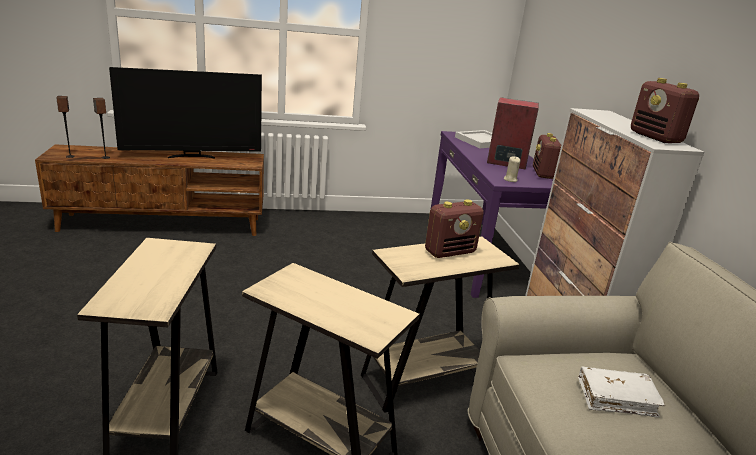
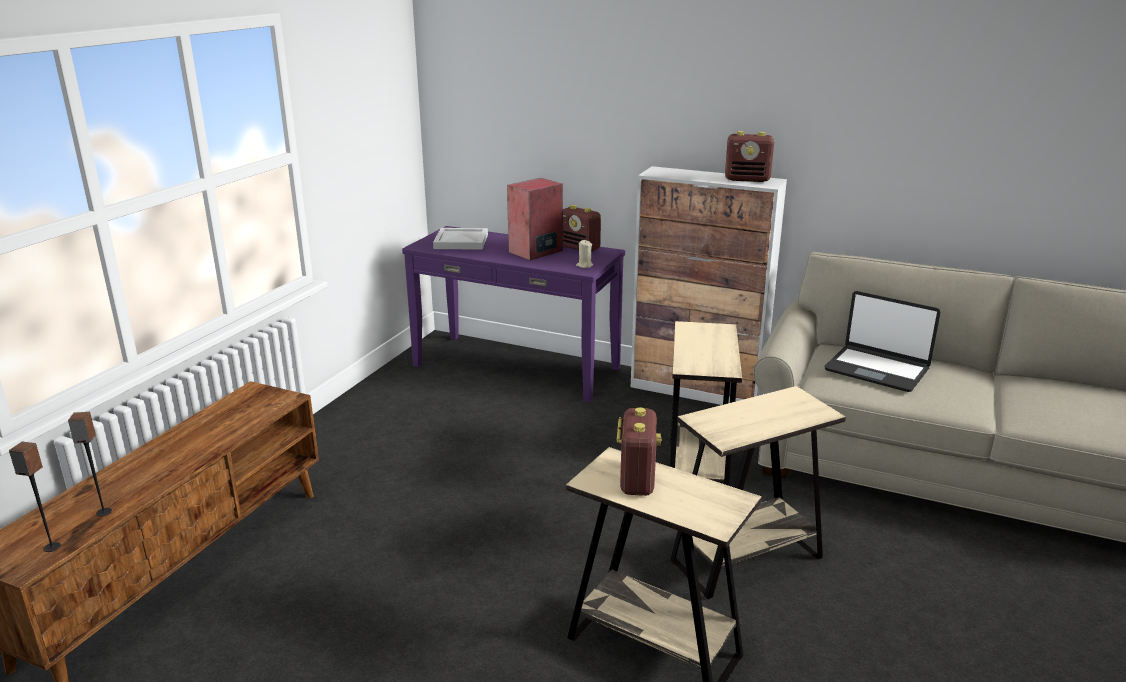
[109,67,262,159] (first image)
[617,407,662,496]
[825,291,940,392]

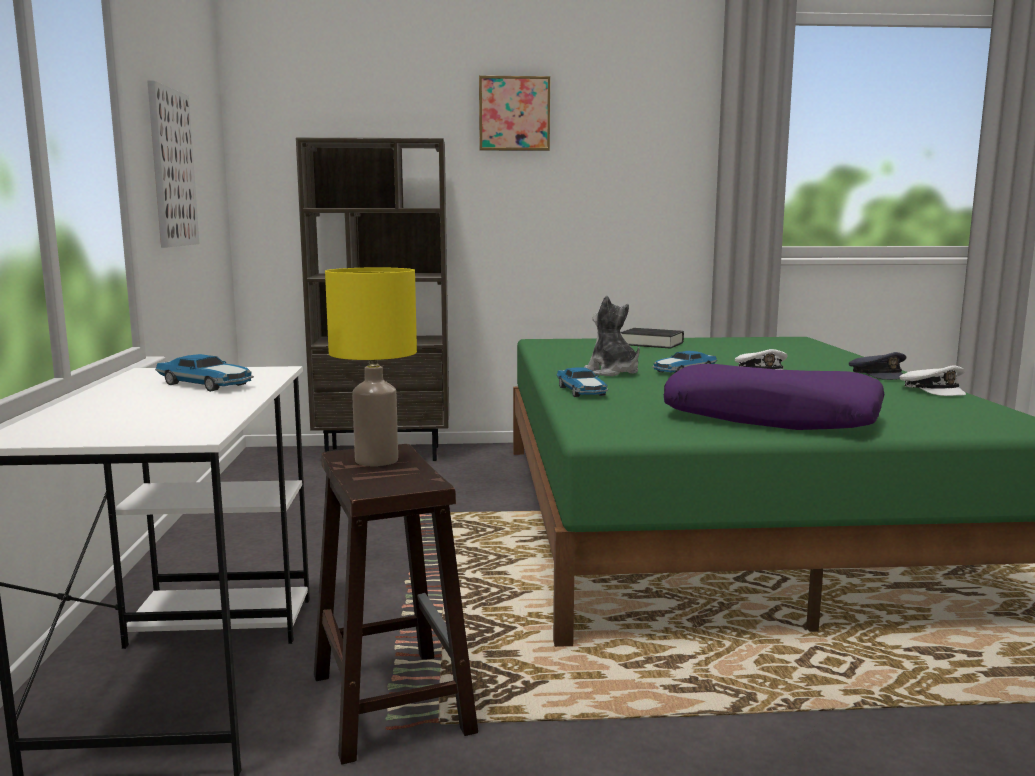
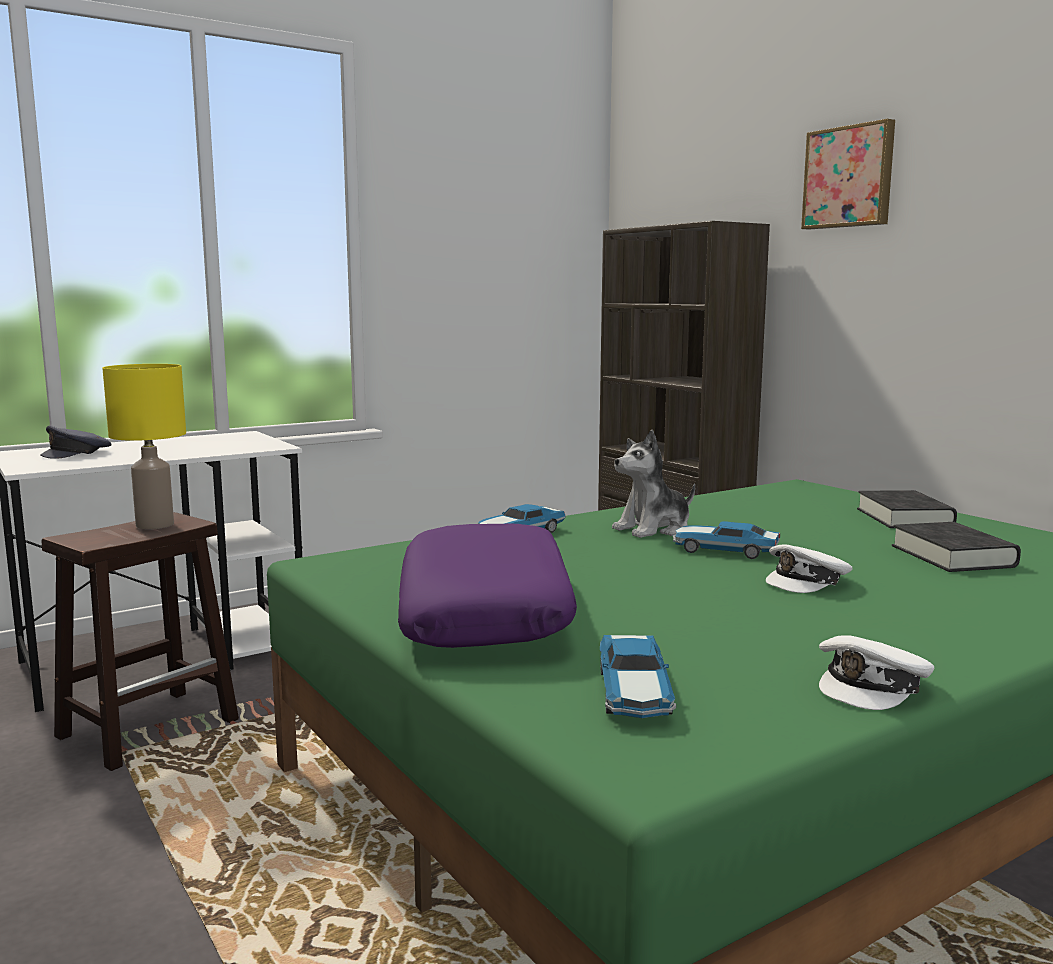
[147,80,199,247] (first image)
[600,635,676,718]
[612,430,695,538]
[40,425,112,459]
[892,522,1021,572]

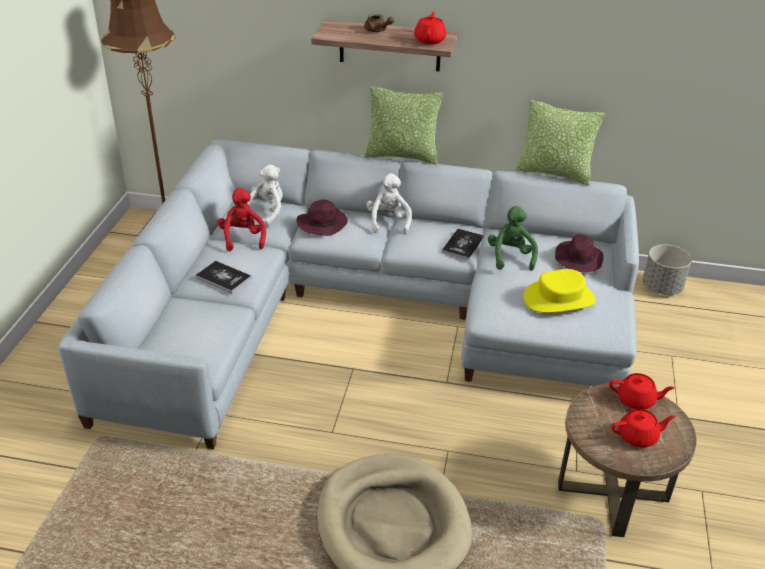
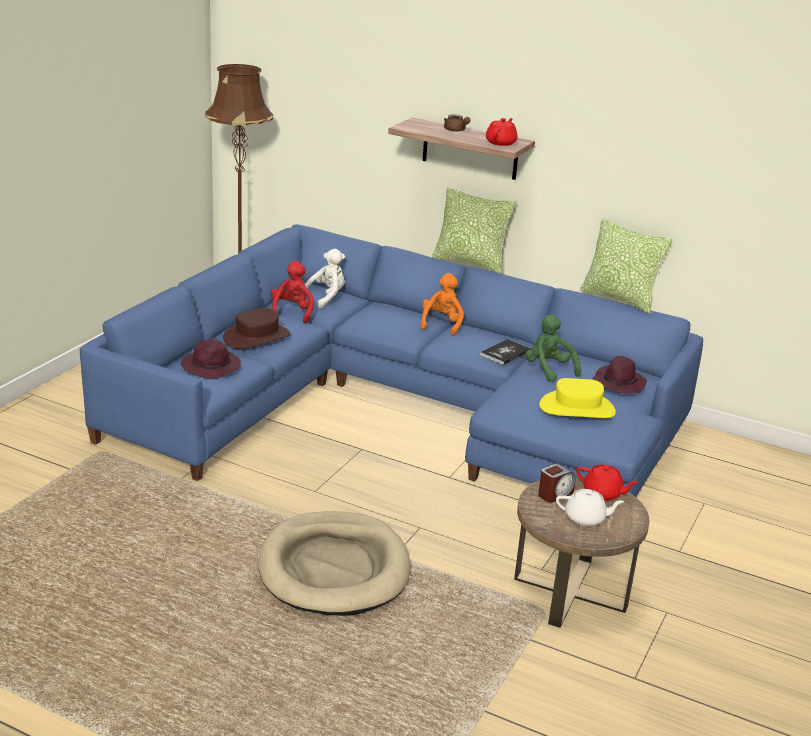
[80,224,703,497]
[223,308,291,349]
[181,339,241,379]
[420,273,464,336]
[525,315,581,382]
[556,489,624,526]
[643,245,692,295] (first image)
[538,464,576,503]

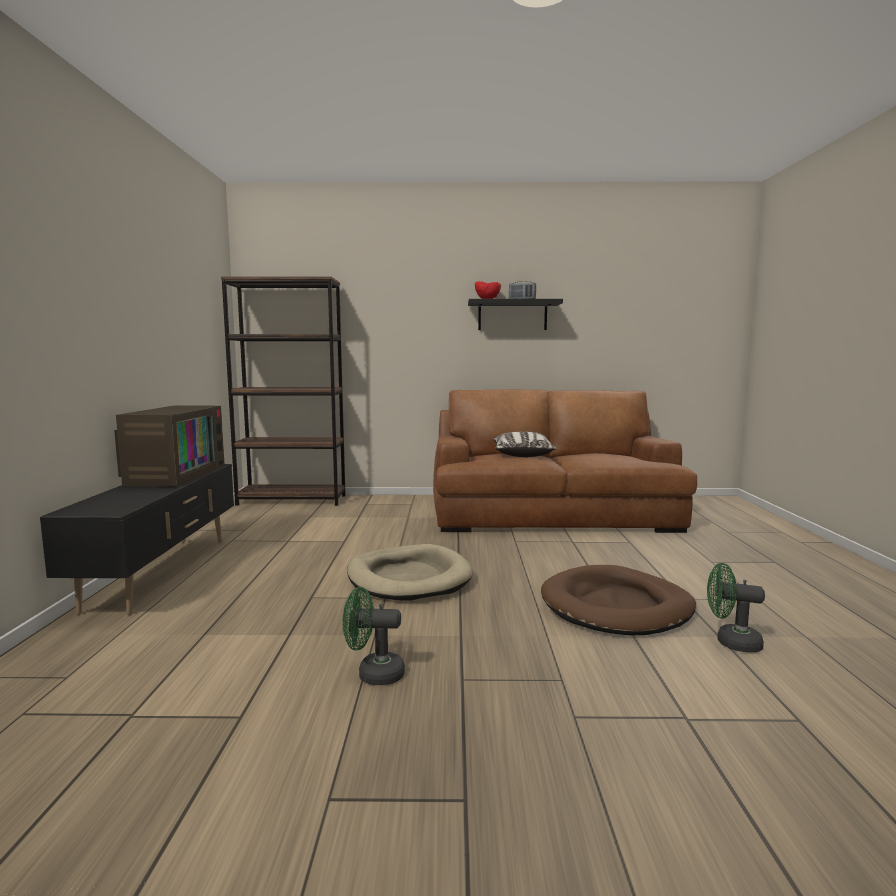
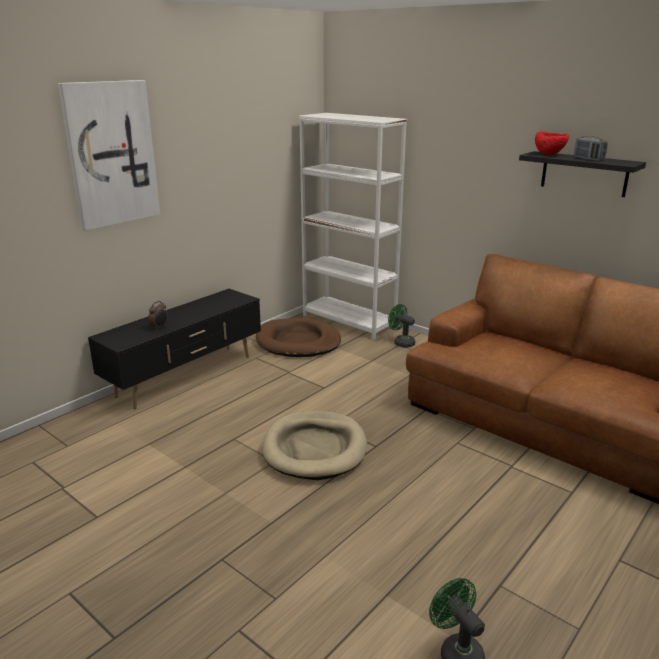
[114,405,225,487] (first image)
[299,113,407,340]
[388,304,415,348]
[493,431,557,457] (first image)
[256,318,341,357]
[58,80,160,231]
[148,301,168,330]

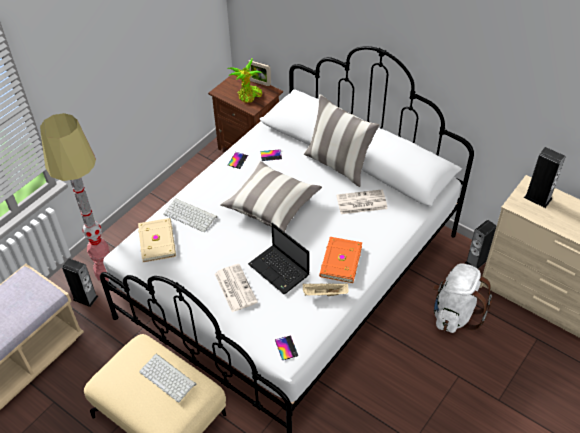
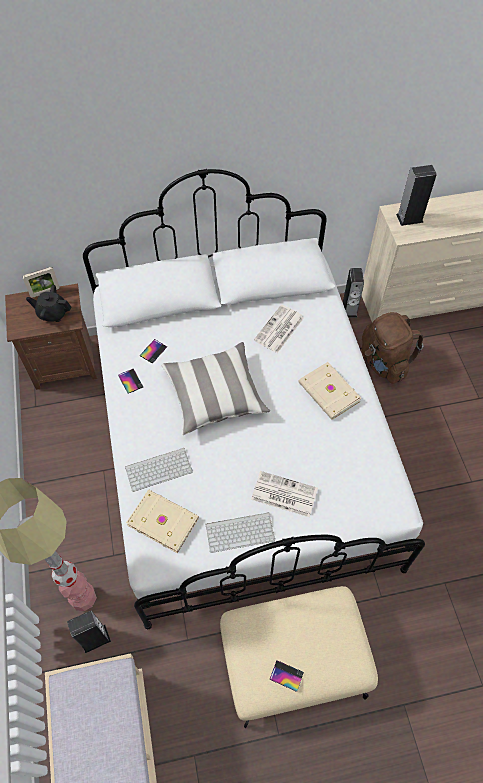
[206,512,275,553]
[26,285,71,322]
[248,223,309,294] (first image)
[269,660,304,692]
[303,283,349,296] (first image)
[304,94,379,187] (first image)
[298,362,361,420]
[362,312,423,384]

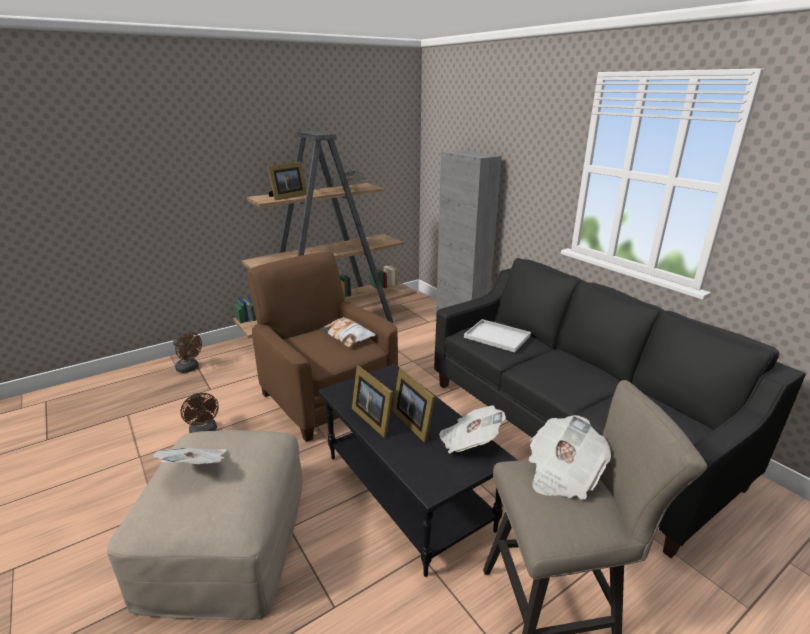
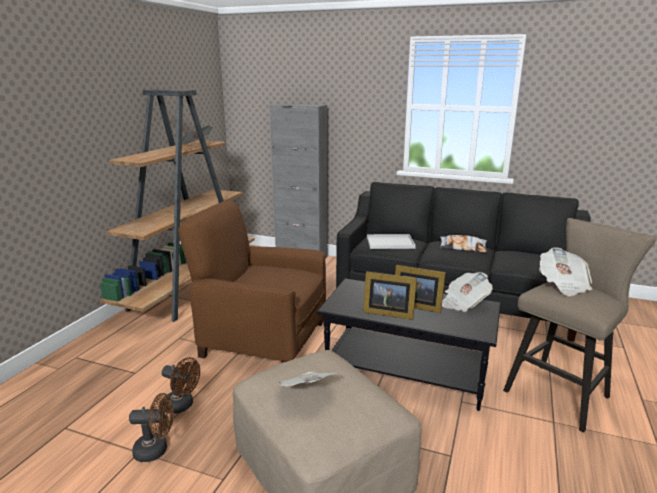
[129,393,174,462]
[267,162,307,200] (first image)
[440,235,487,252]

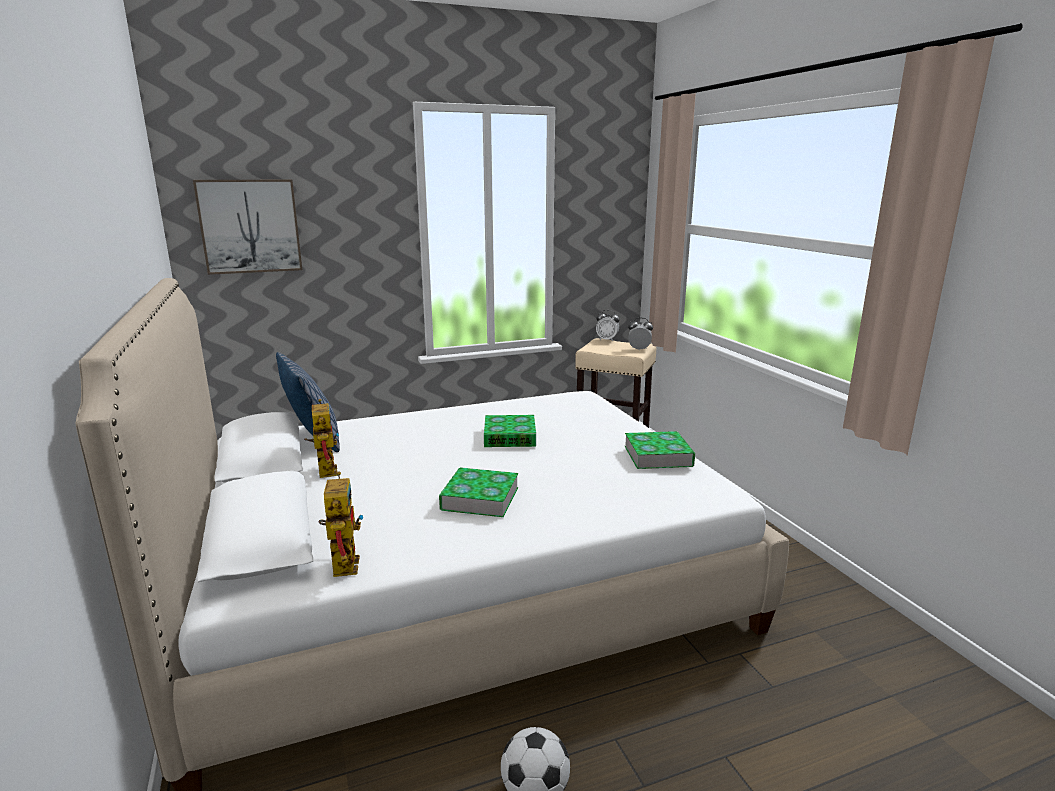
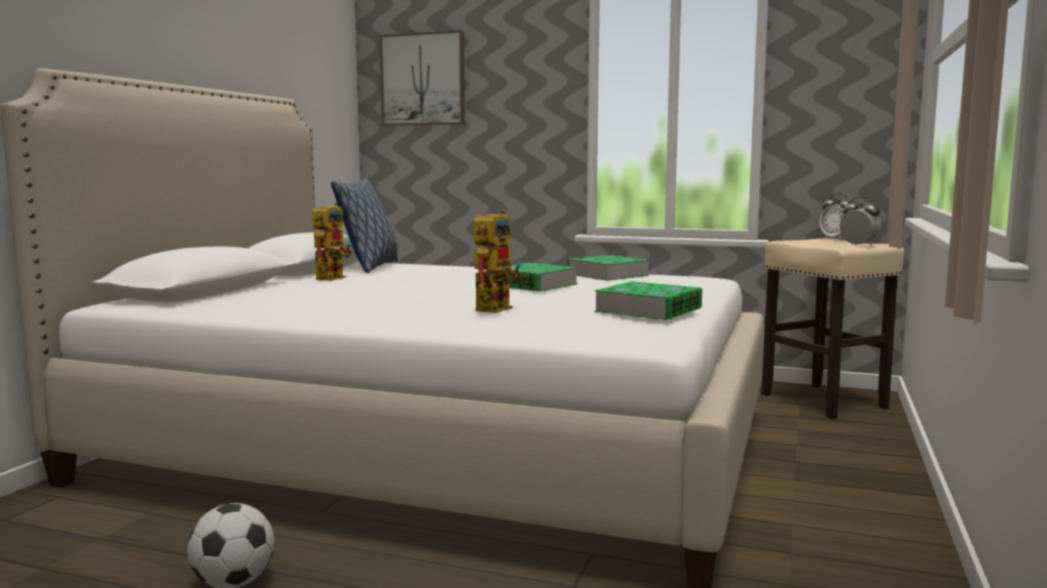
[474,209,522,313]
[567,255,650,281]

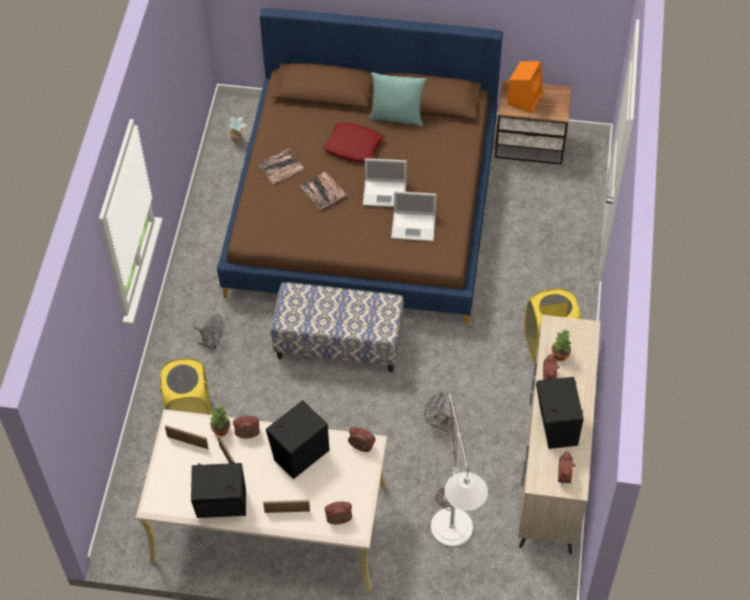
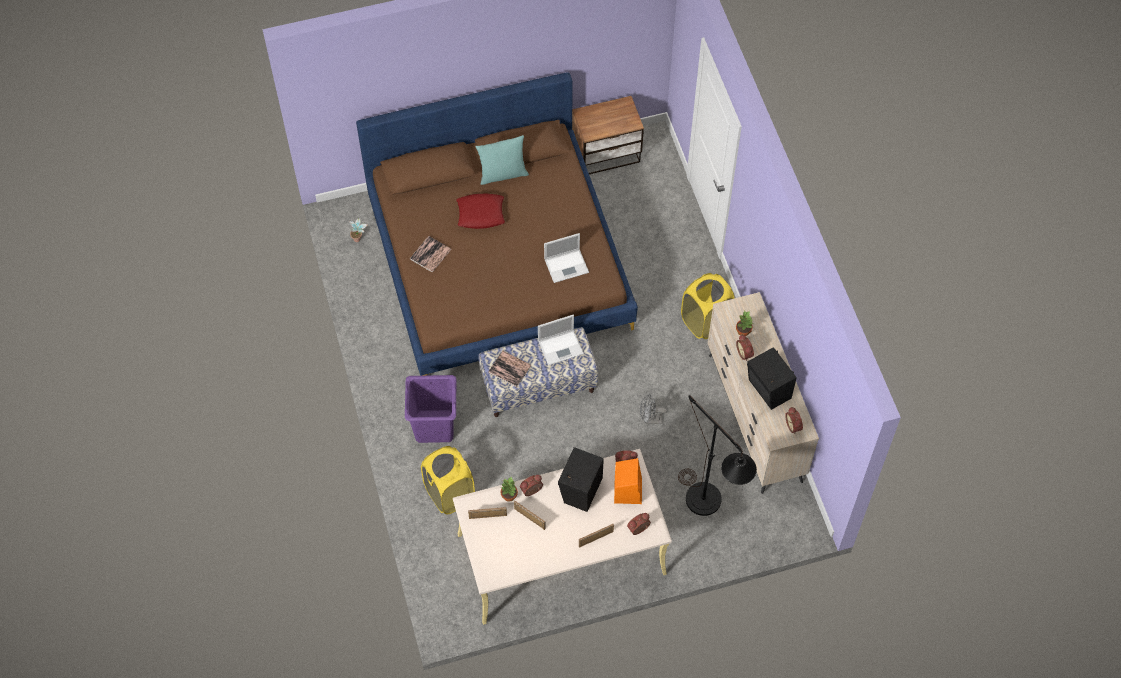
[191,462,246,518] (first image)
[405,375,457,443]
[488,351,531,387]
[538,315,584,365]
[678,395,757,516]
[614,458,642,504]

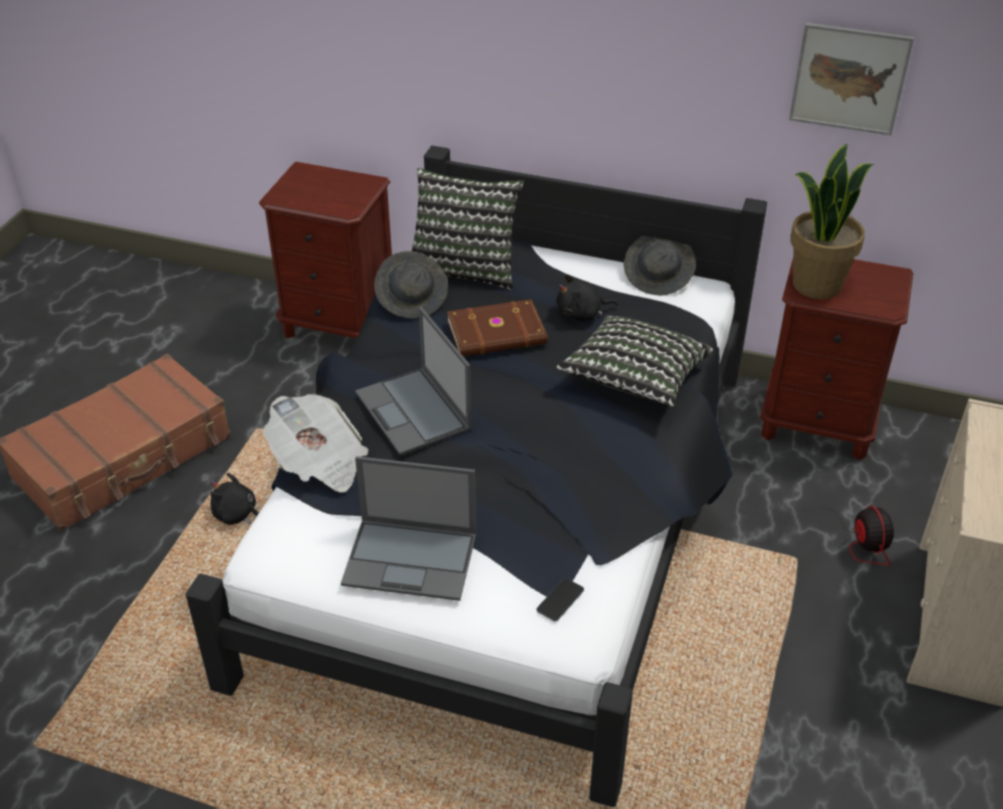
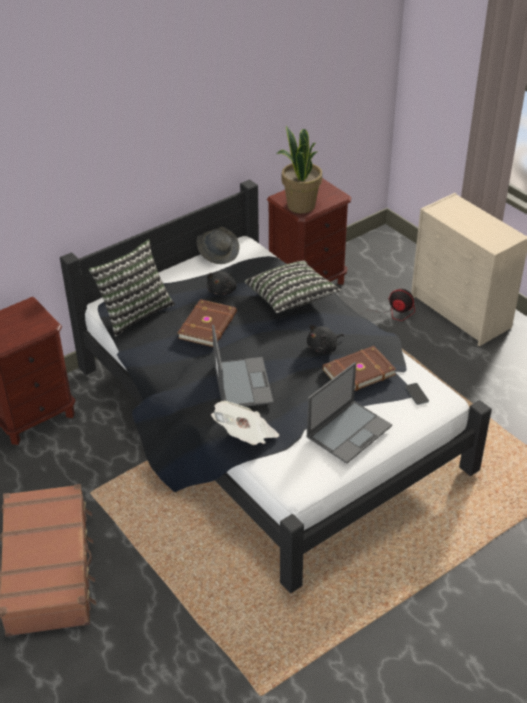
[307,325,344,353]
[212,325,273,407]
[374,251,448,318] (first image)
[789,23,914,135] (first image)
[322,346,396,391]

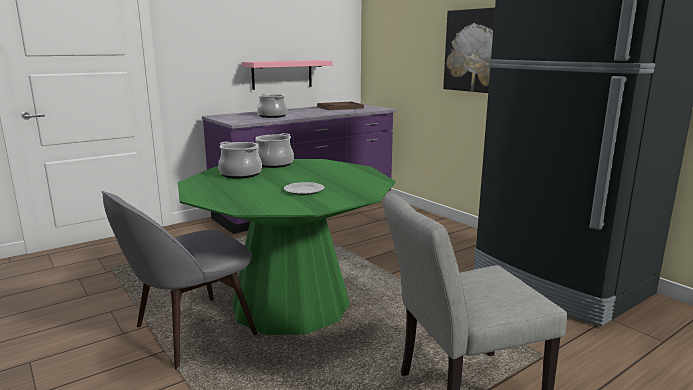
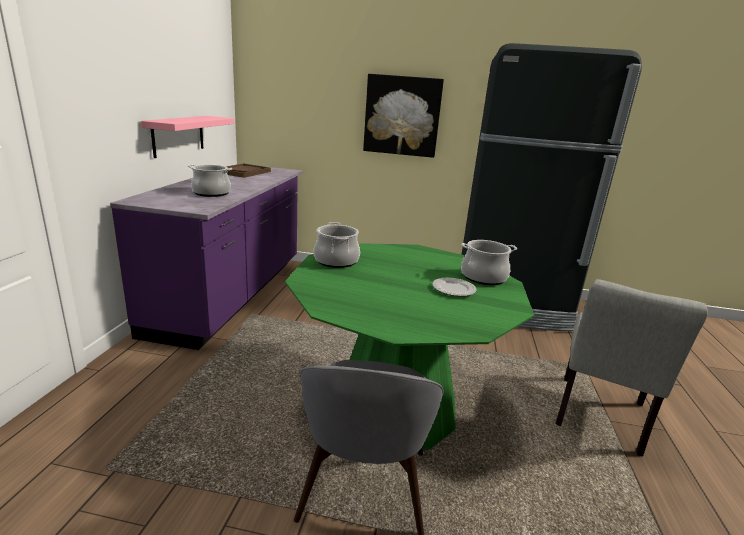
[461,240,517,285]

